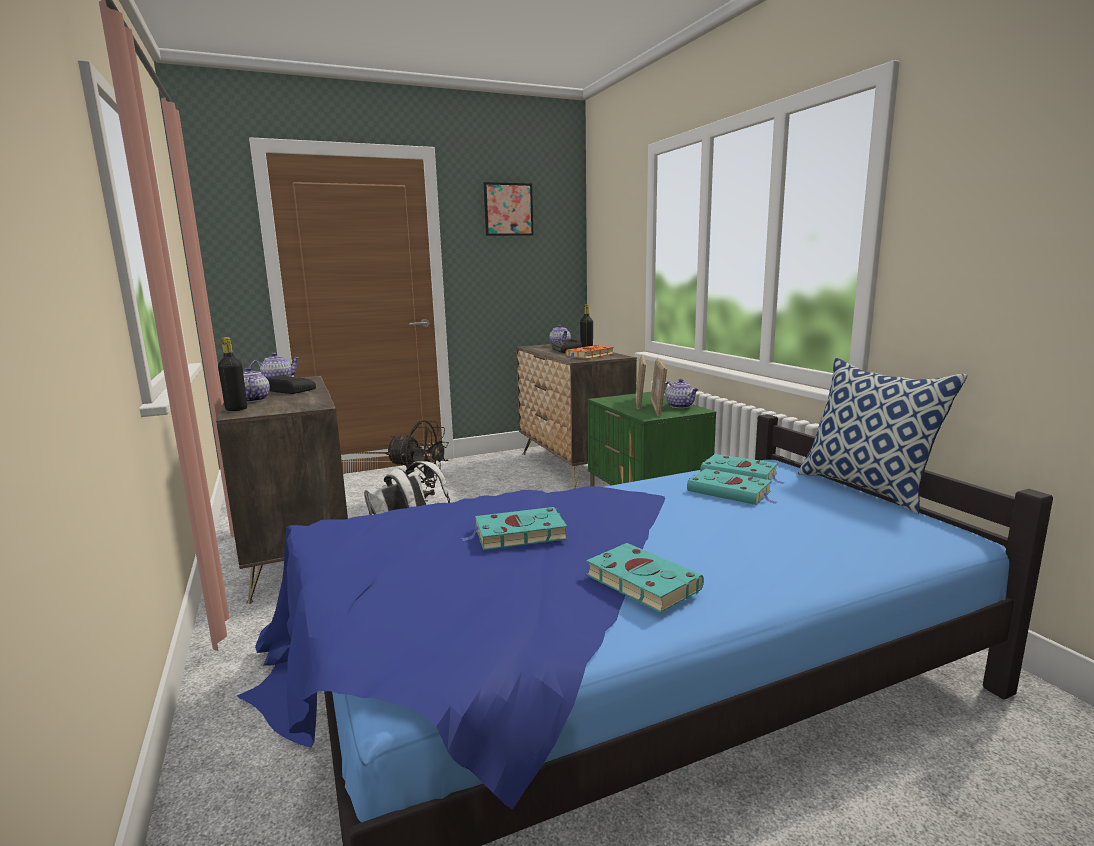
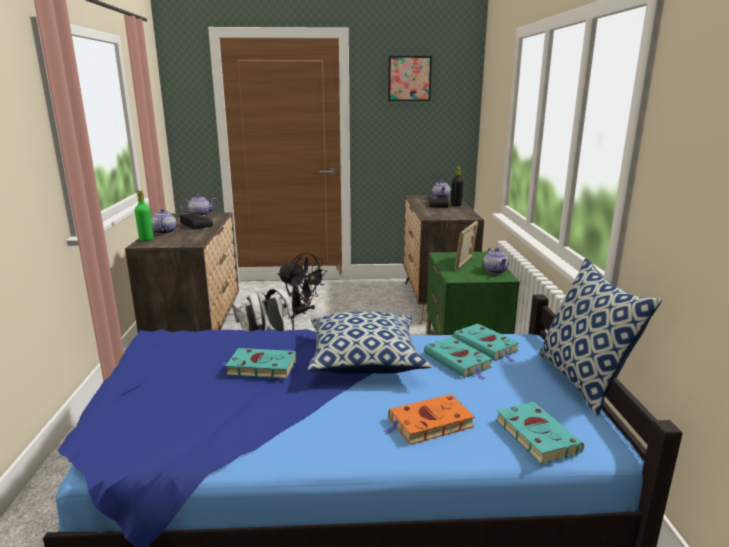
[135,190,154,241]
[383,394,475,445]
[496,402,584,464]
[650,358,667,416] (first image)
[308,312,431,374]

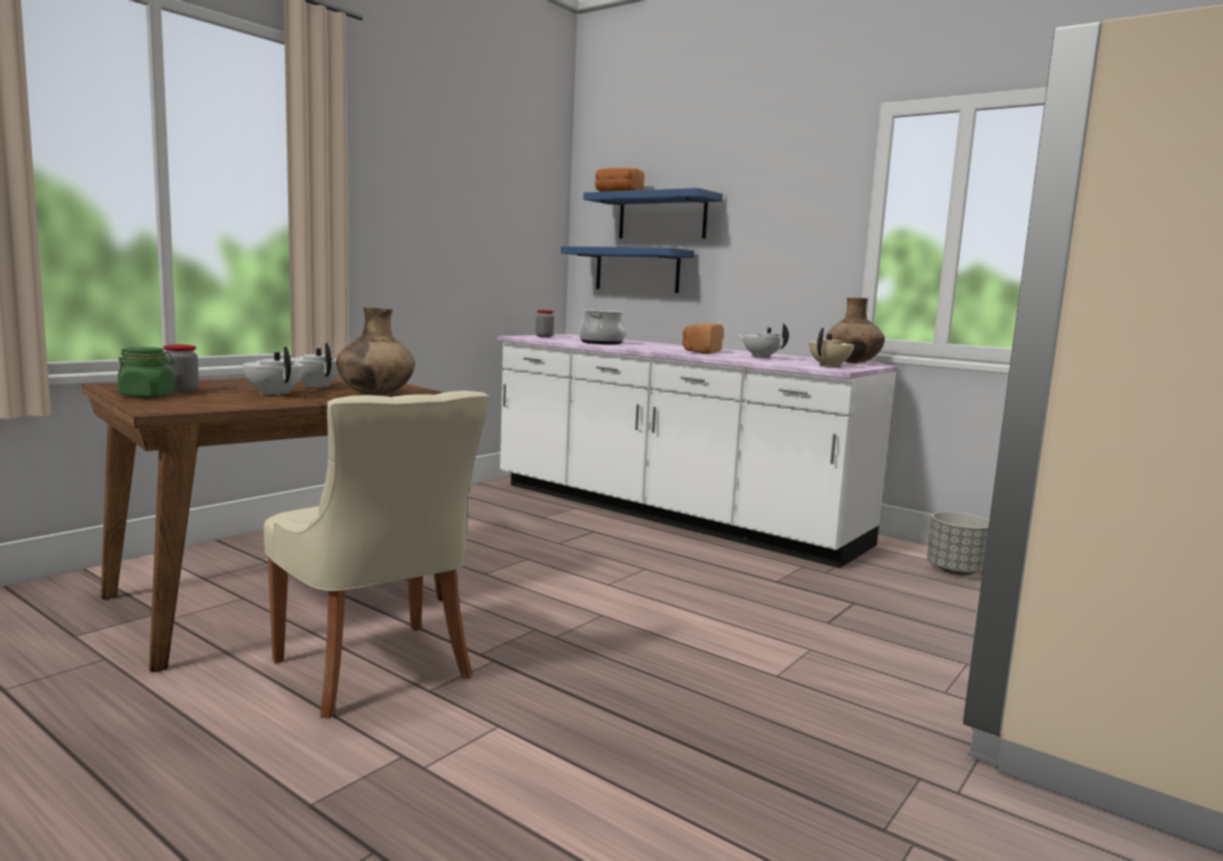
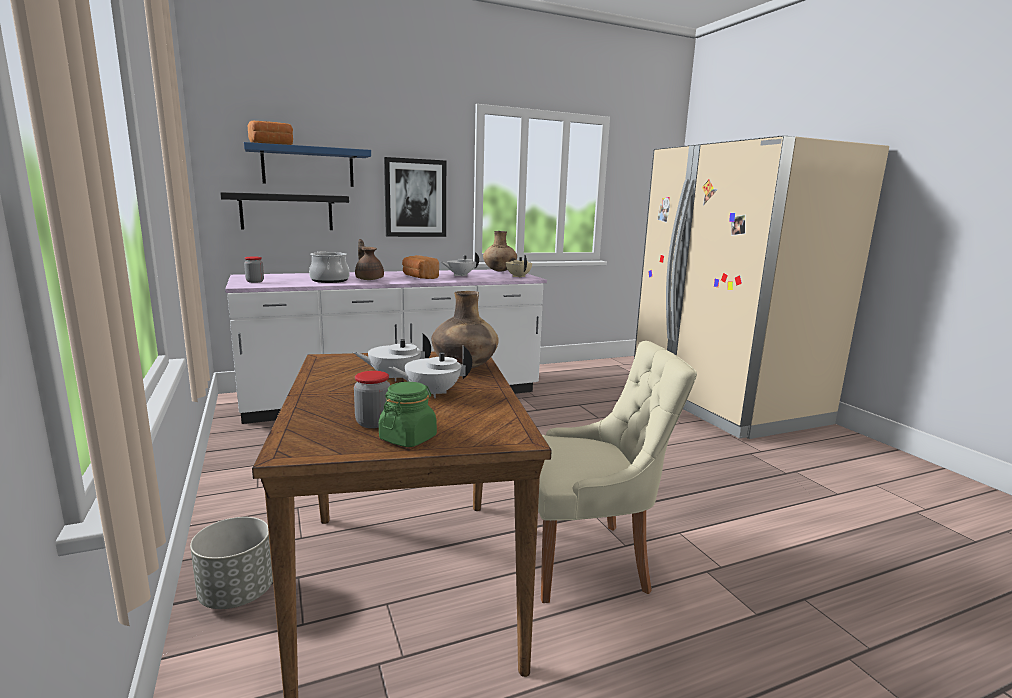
[220,192,349,230]
[190,517,273,609]
[355,239,384,280]
[384,157,446,237]

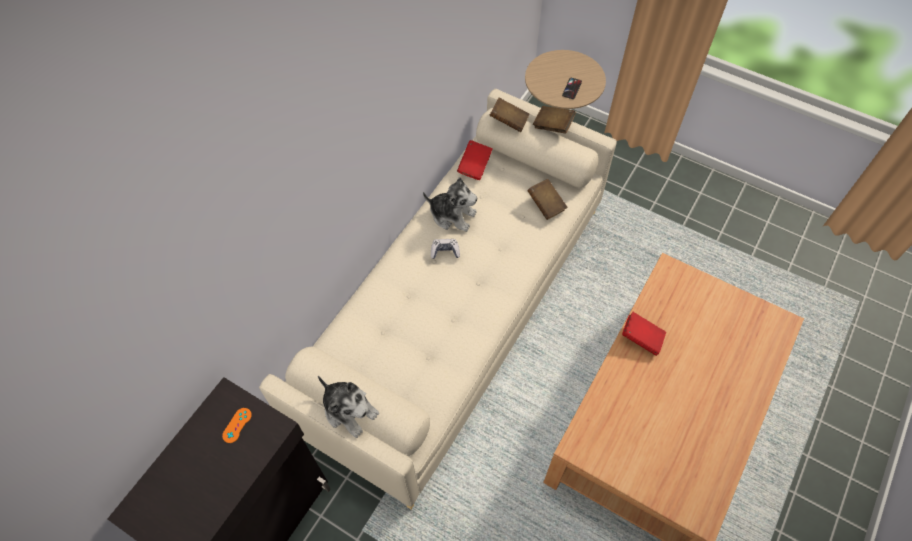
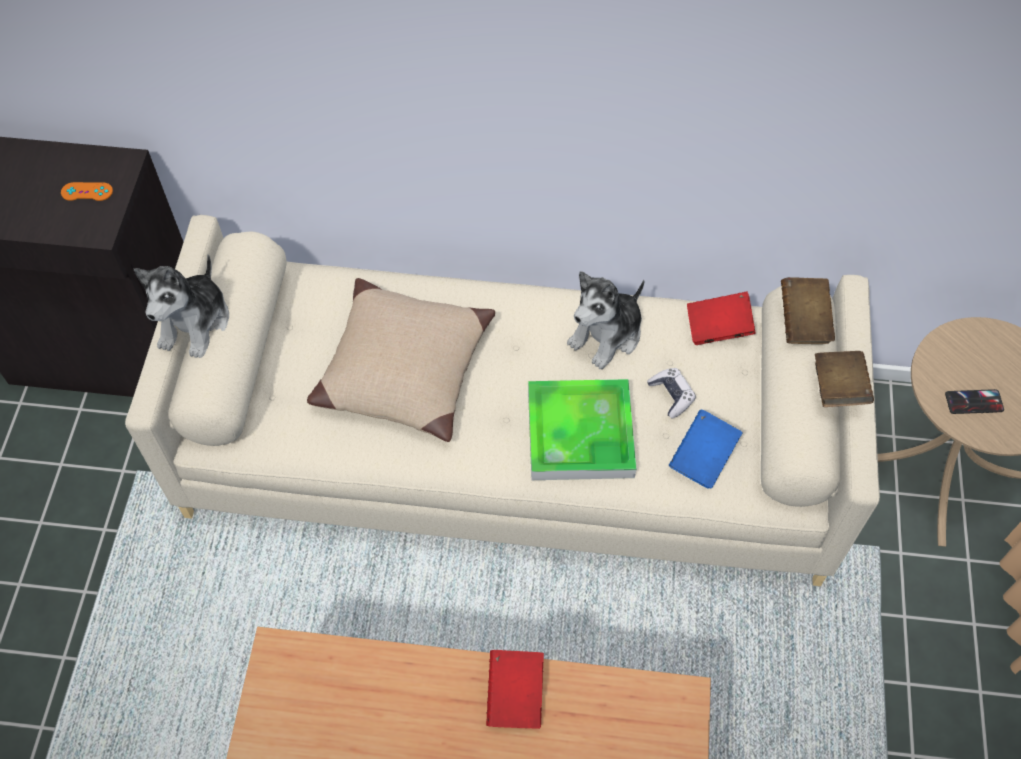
[567,271,644,370]
[647,368,696,418]
[669,410,743,489]
[307,278,495,442]
[528,379,636,480]

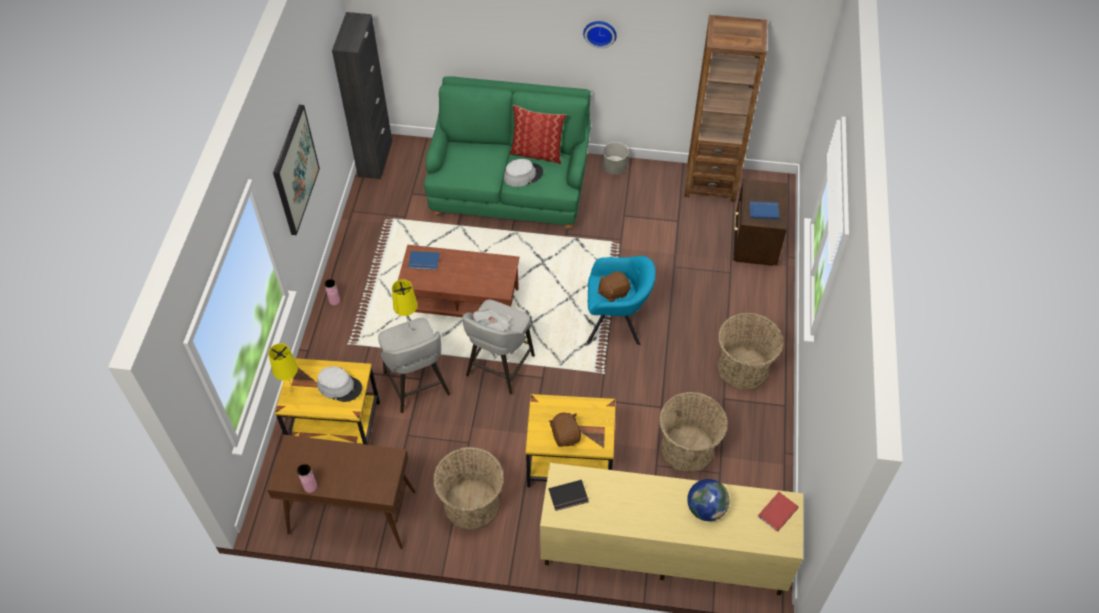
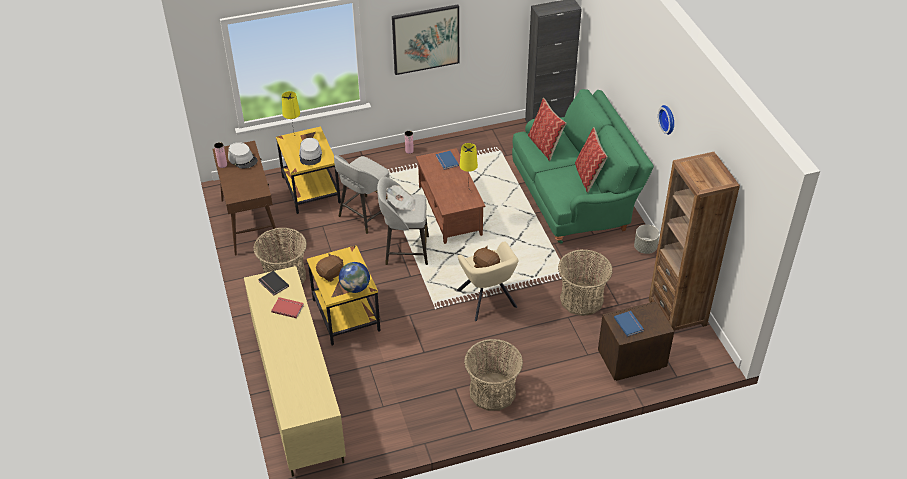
[460,143,478,193]
[228,142,258,169]
[457,242,518,321]
[558,249,613,316]
[339,262,370,293]
[271,297,304,318]
[528,98,567,161]

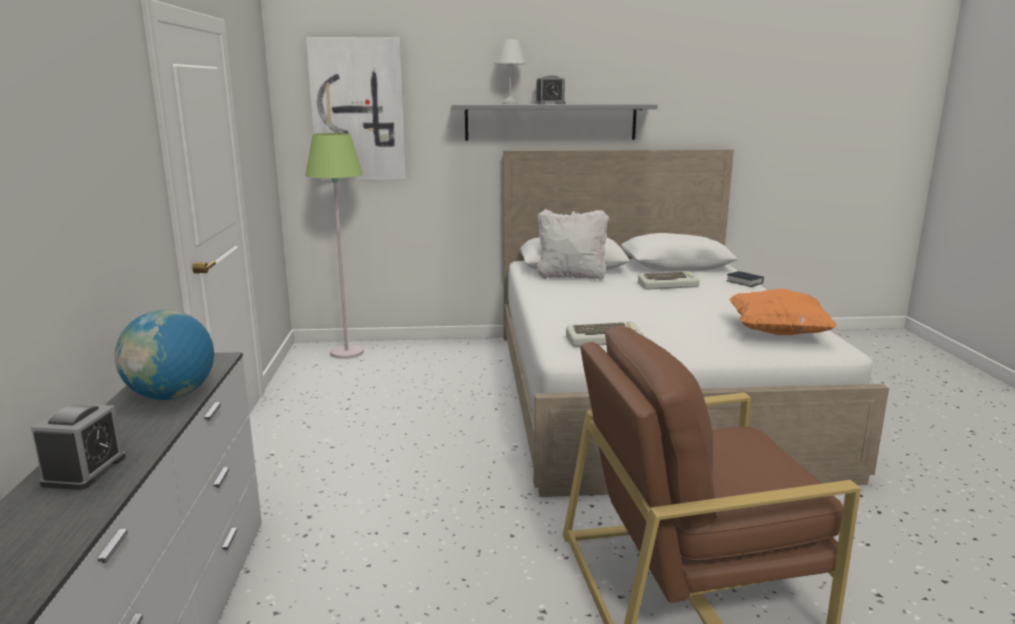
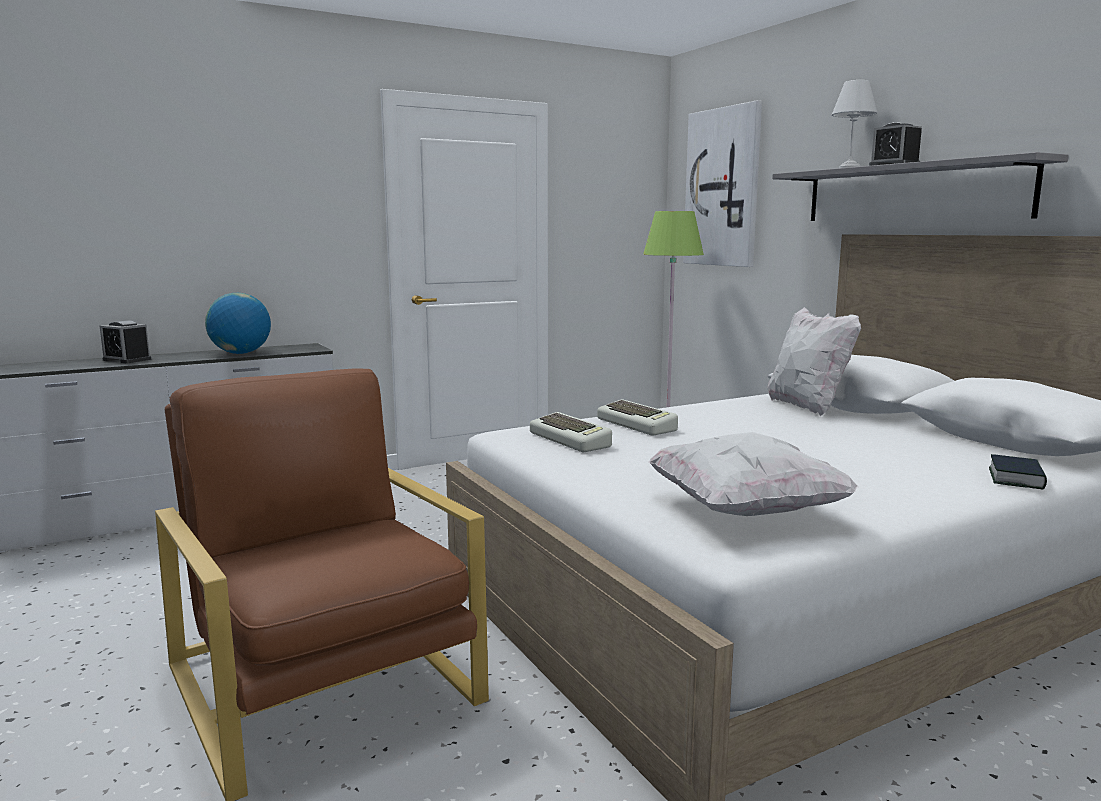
[100,320,151,363]
[597,399,678,436]
[648,432,859,516]

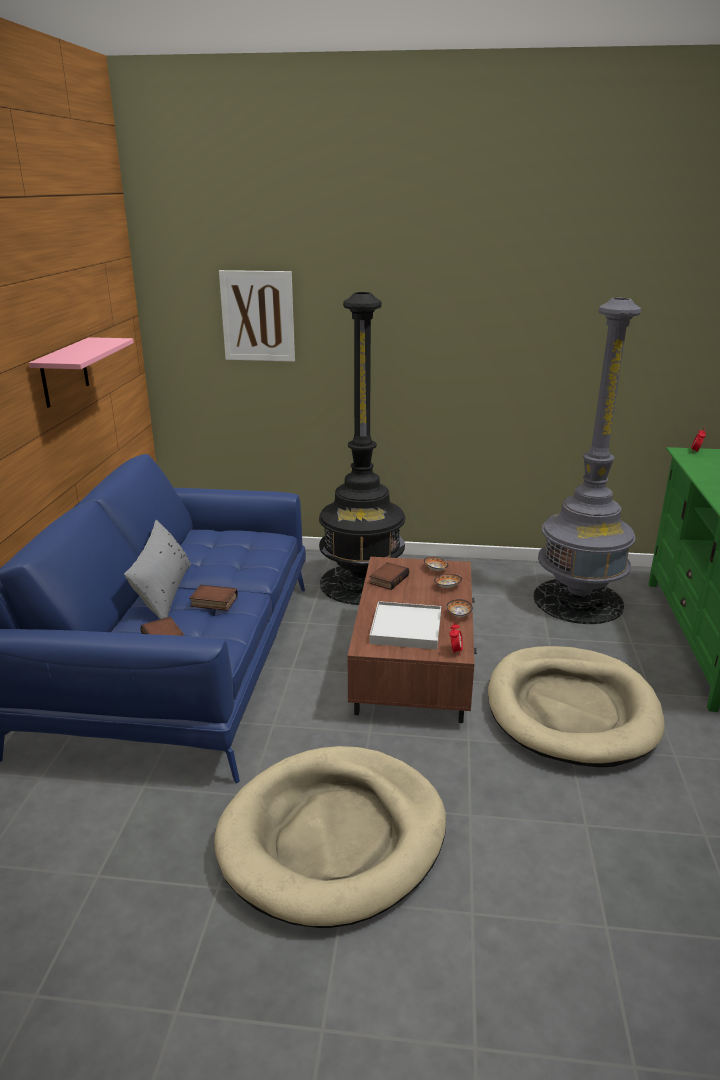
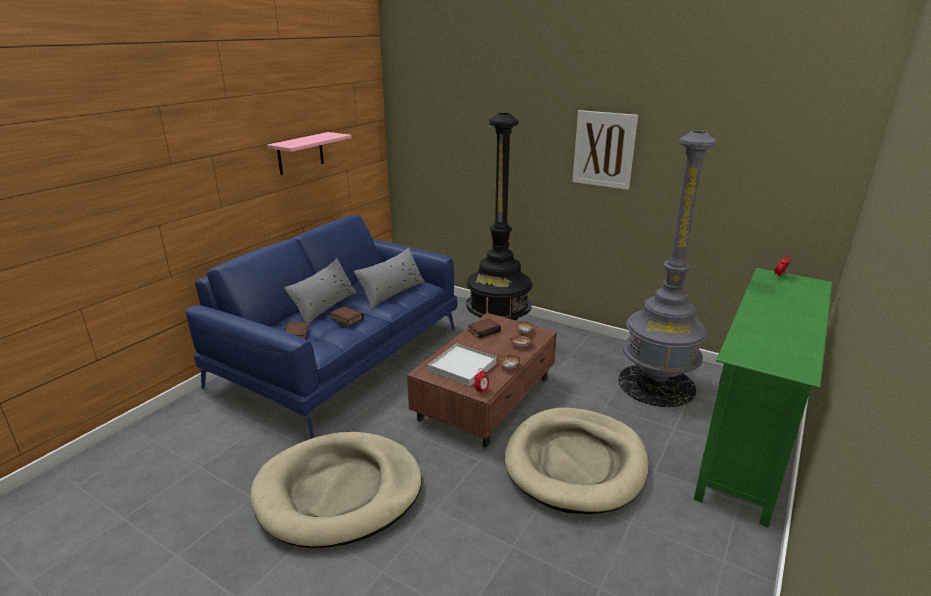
[572,110,638,190]
[354,248,425,309]

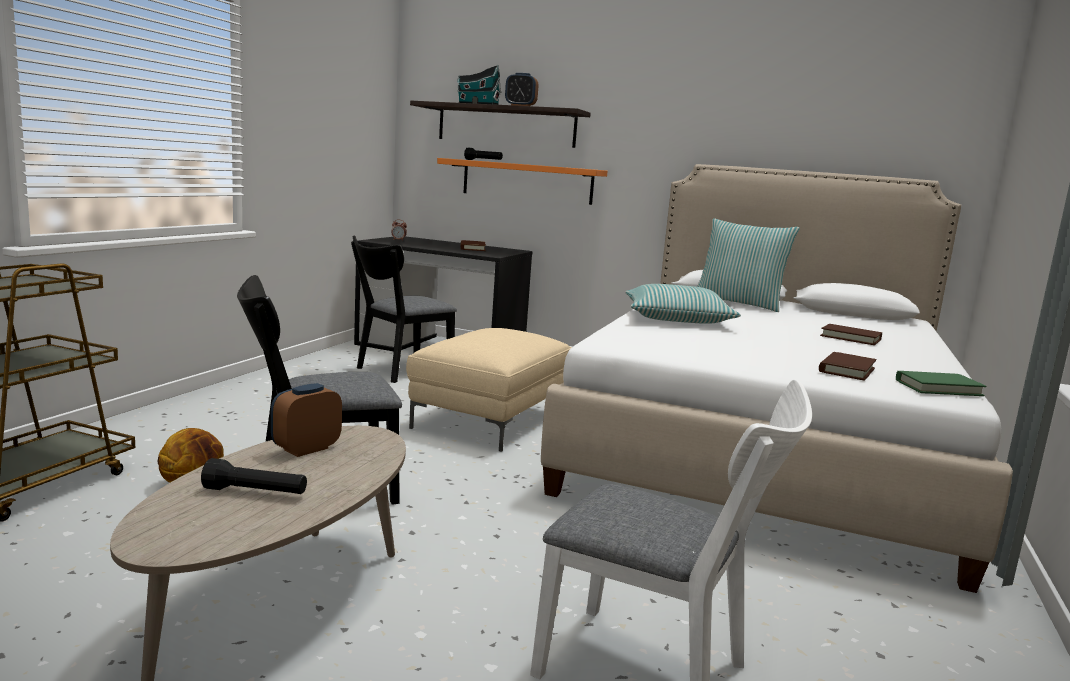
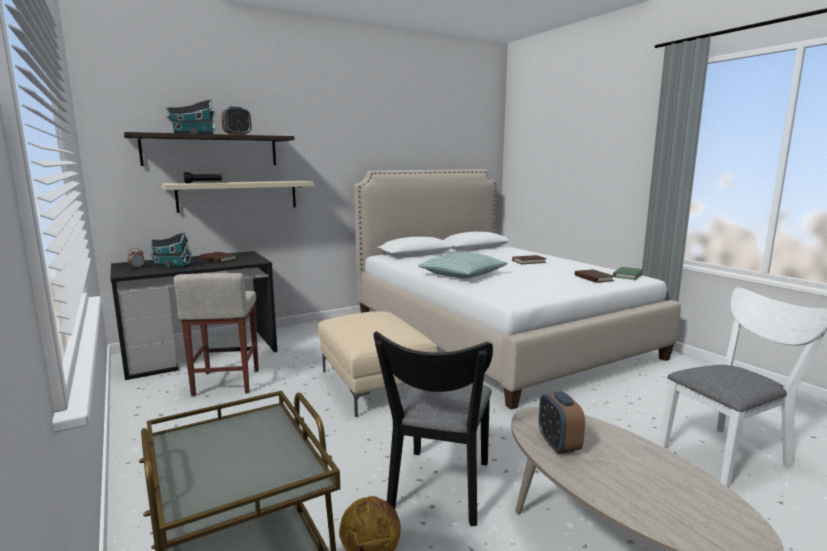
[201,458,307,494] (first image)
[174,273,259,396]
[162,181,314,213]
[697,218,800,312] (first image)
[150,232,192,268]

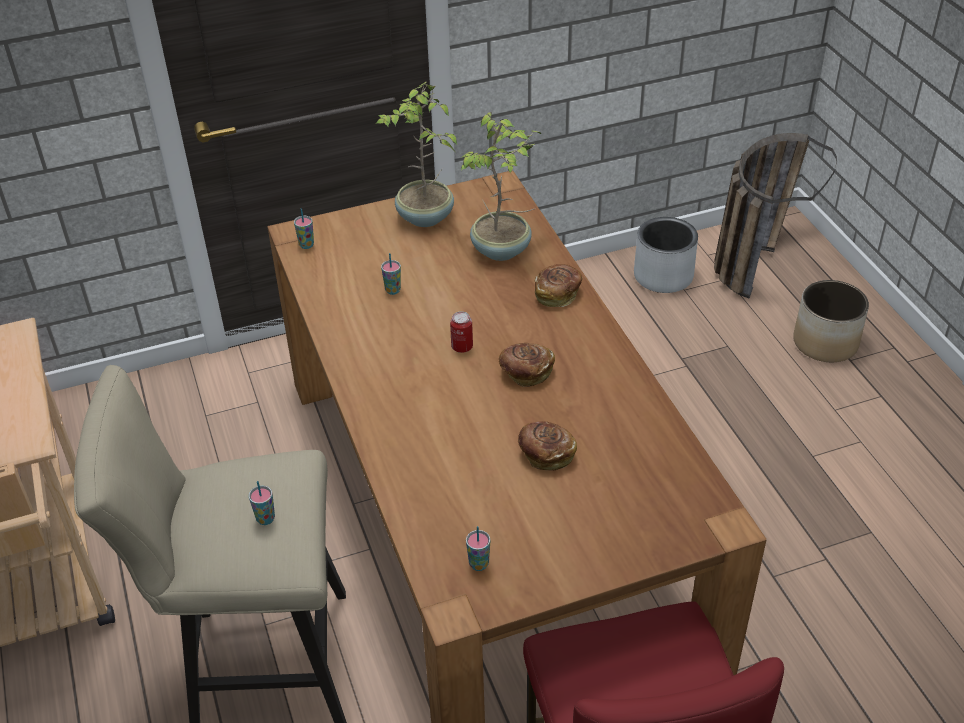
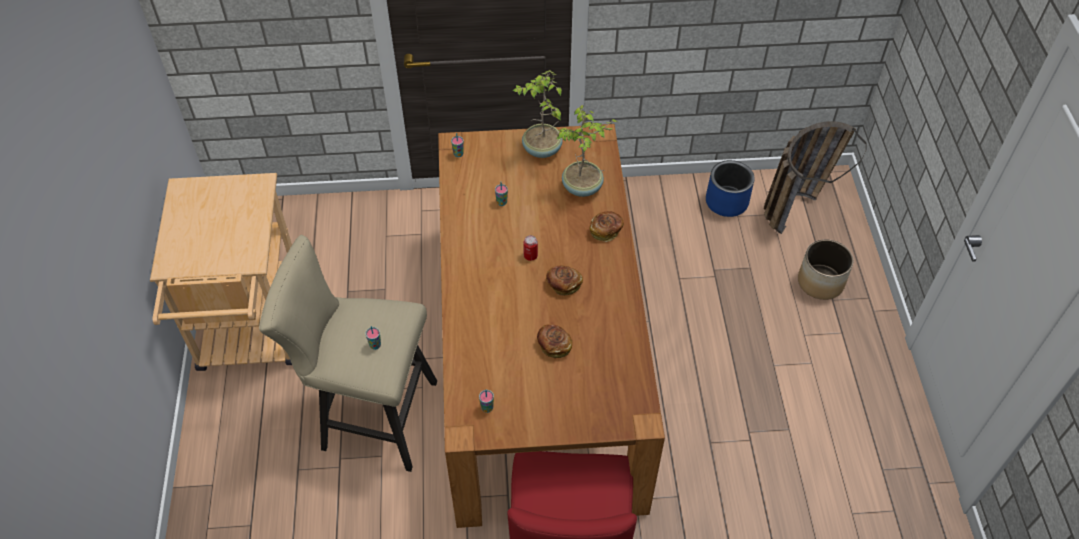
[706,160,755,217]

